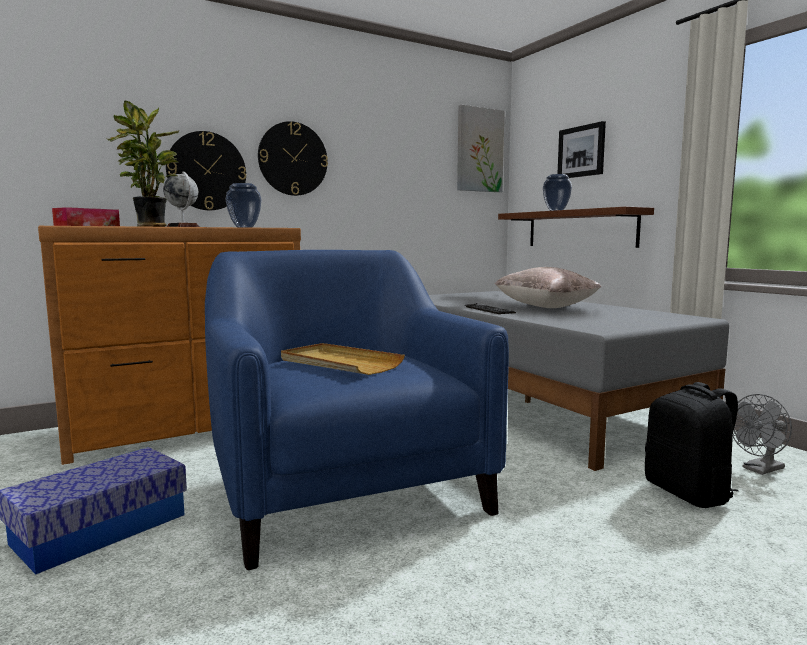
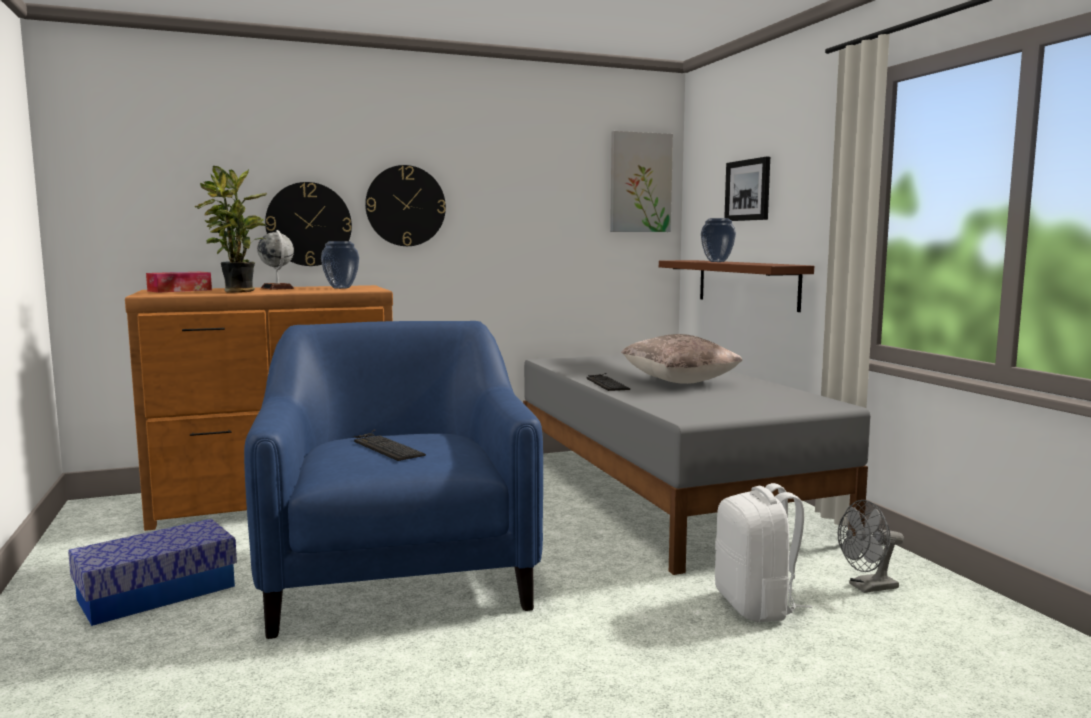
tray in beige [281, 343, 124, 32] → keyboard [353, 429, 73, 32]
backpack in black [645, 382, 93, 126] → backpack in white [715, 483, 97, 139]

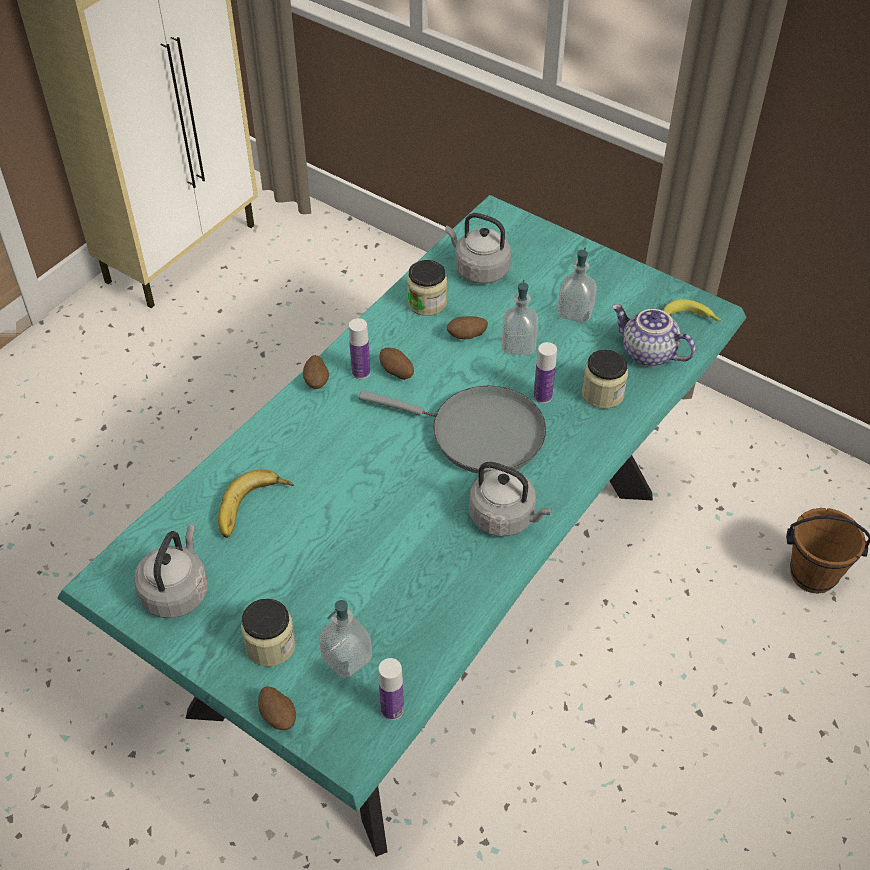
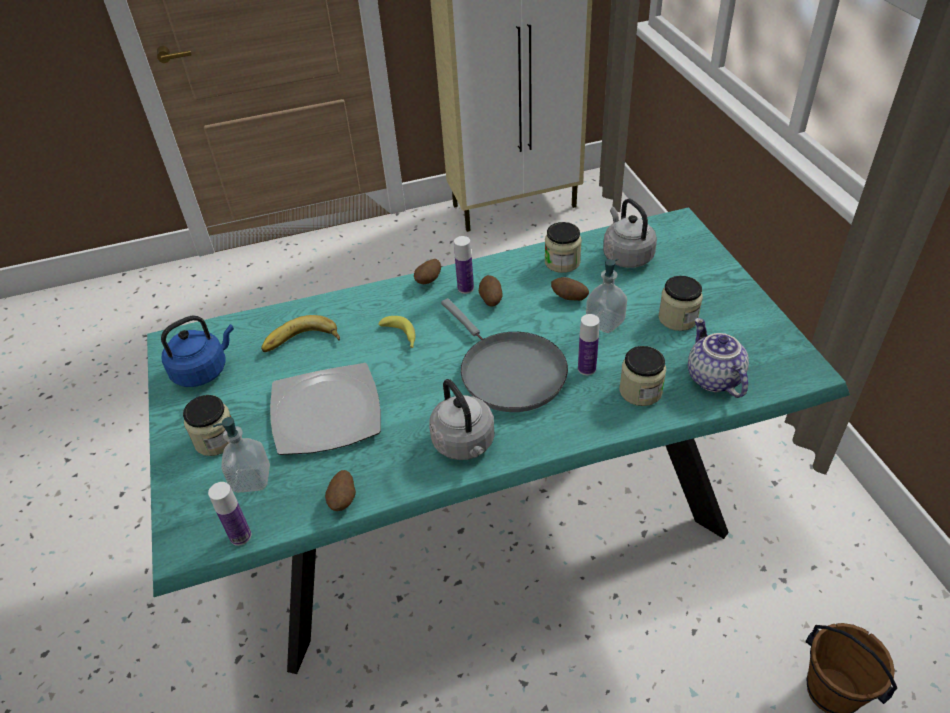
soap dispenser [557, 248, 40, 75] → jar [659, 276, 44, 55]
banana [663, 299, 58, 23] → banana [378, 316, 38, 32], relocated
kettle in grey [134, 524, 74, 94] → kettle in blue [161, 315, 73, 72]
potato [258, 687, 38, 43] → potato [325, 470, 31, 41], relocated
- → plate [270, 363, 111, 92]

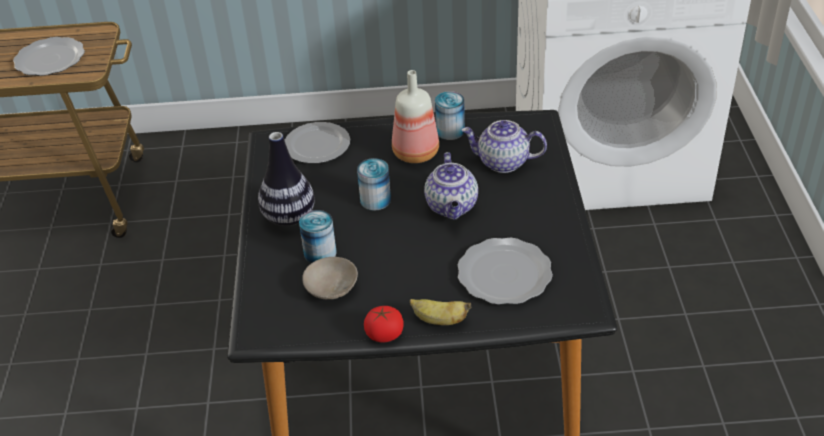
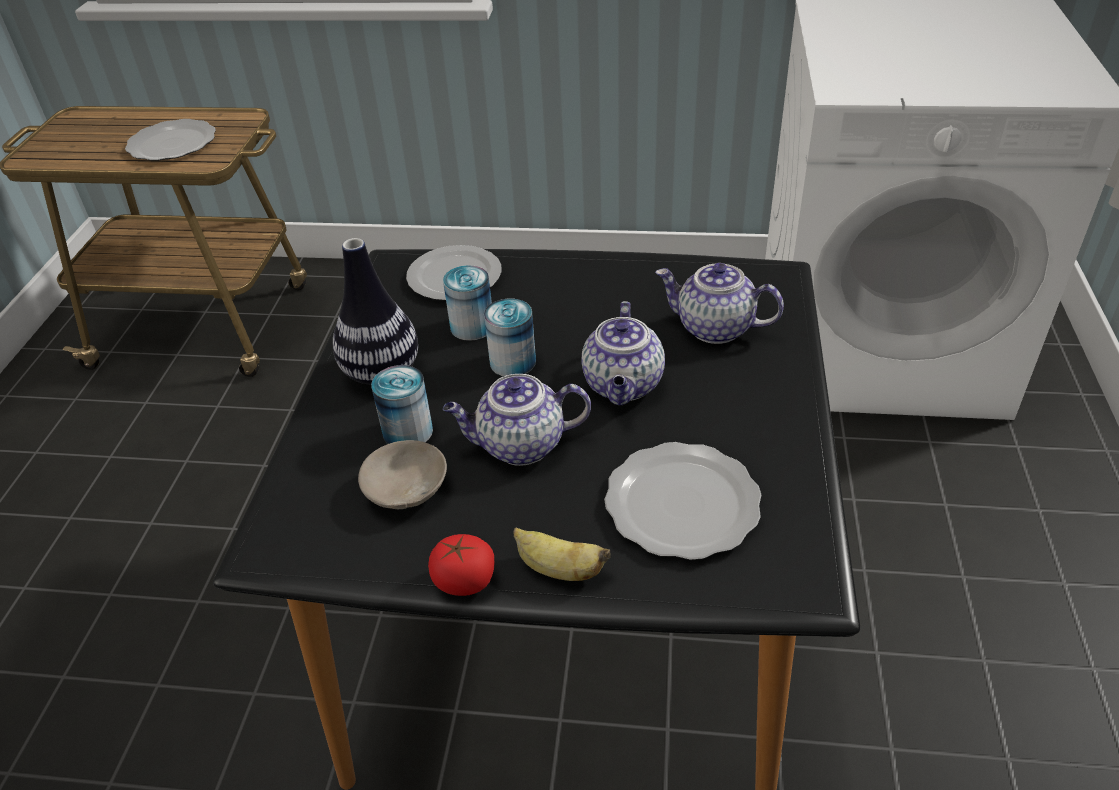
bottle [392, 70, 47, 93] → -
can [435, 91, 30, 49] → can [443, 265, 49, 76], relocated
- → teapot [443, 374, 148, 92]

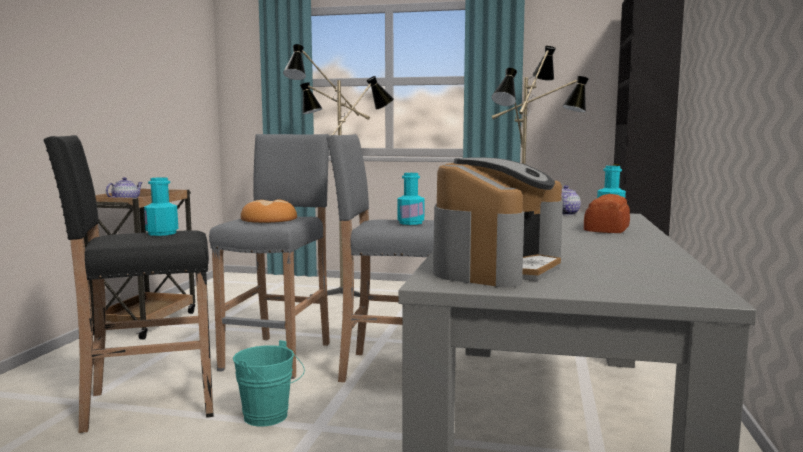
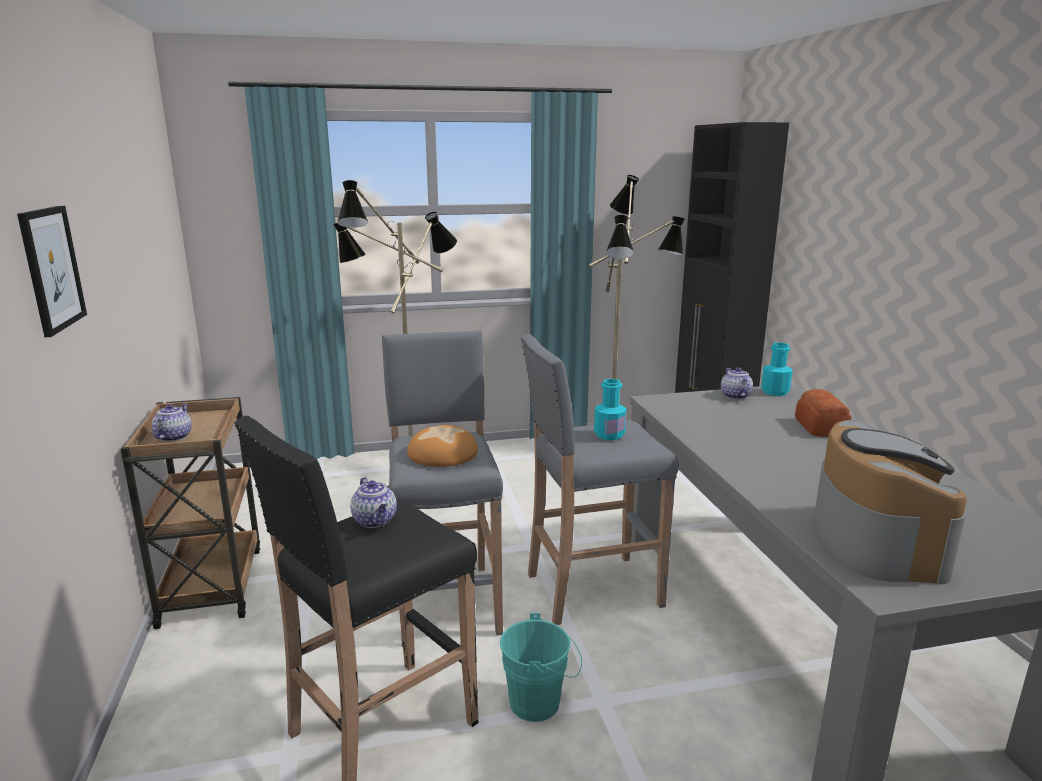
bottle in turquoise [144, 177, 34, 59] → teapot [350, 477, 47, 51]
- → picture [17, 206, 70, 131]

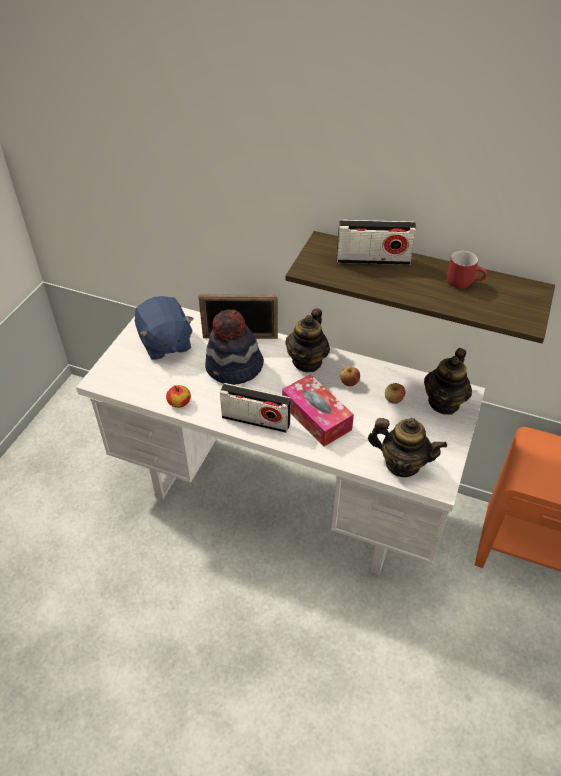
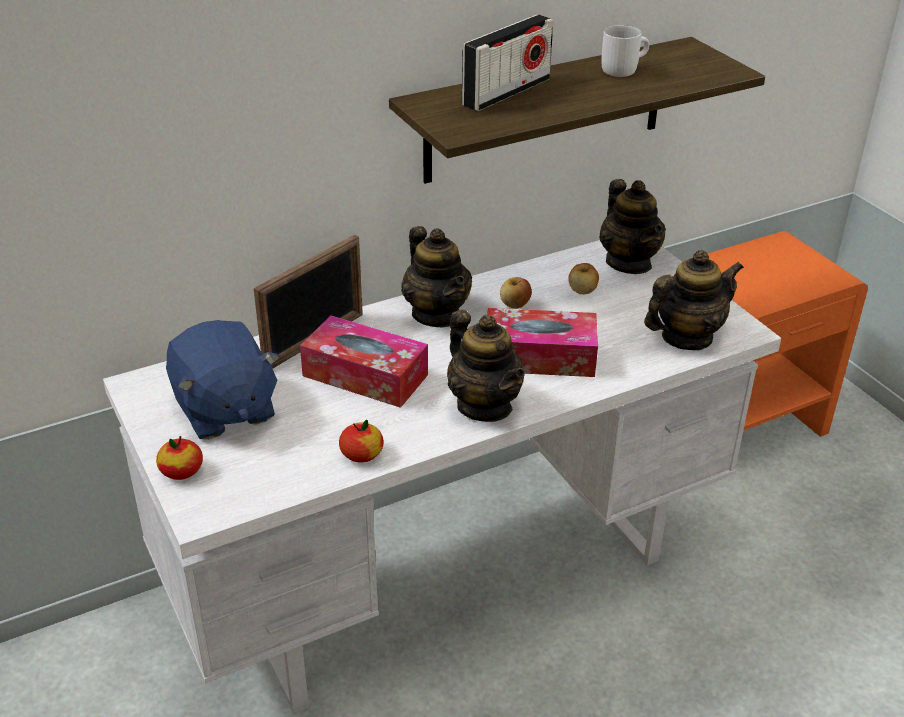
mug in red [447, 251, 40, 38] → mug in white [601, 25, 48, 52]
plush toy in blue [135, 296, 59, 64] → plush toy in blue [166, 320, 114, 119], 45 degrees clockwise
hat [205, 309, 59, 76] → tissue box [300, 315, 128, 93]
radio [220, 383, 71, 50] → teapot [447, 310, 78, 112]
- → apple [156, 436, 47, 44]

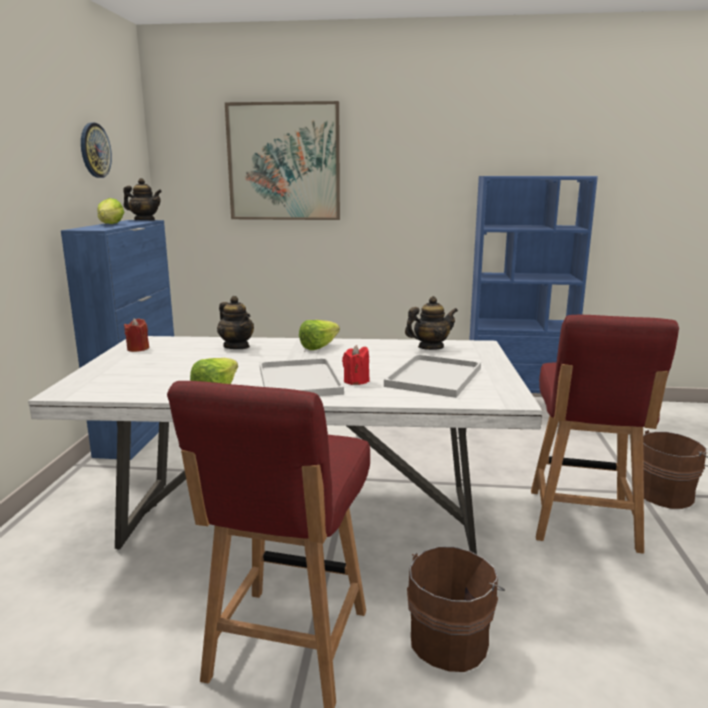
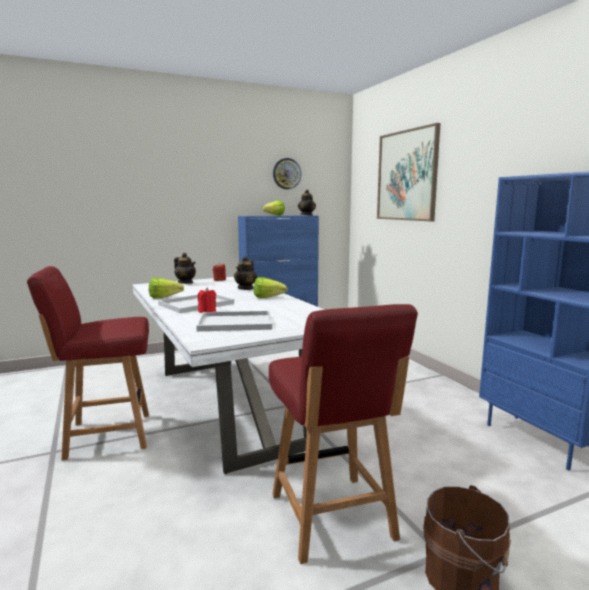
teapot [405, 296, 53, 54] → teapot [174, 253, 22, 31], relocated
chair in red [531, 315, 148, 239] → chair in red [269, 304, 149, 260], 90 degrees counterclockwise
bucket in brown [407, 546, 98, 126] → -

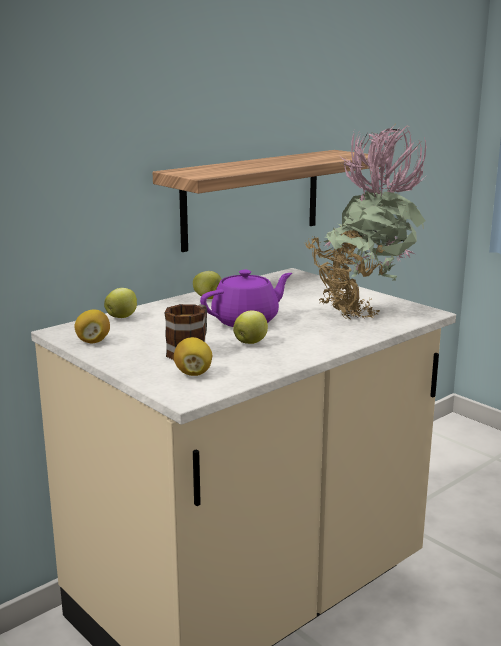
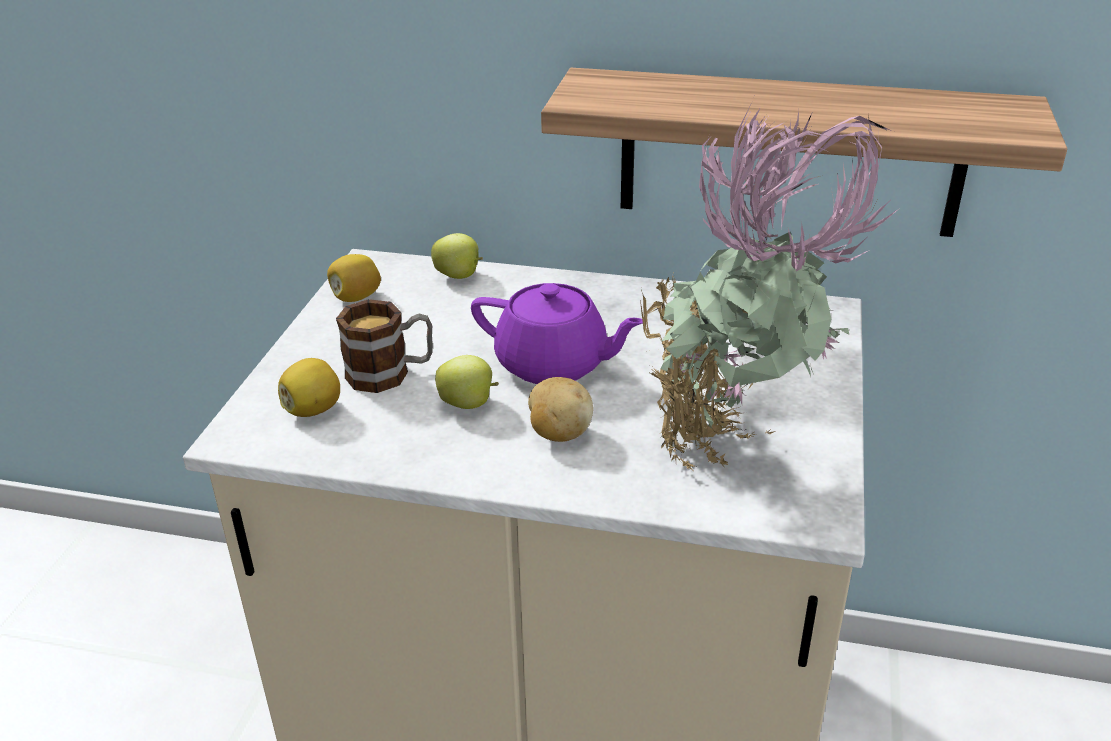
apple [193, 271, 29, 28] → -
- → potato [528, 377, 65, 65]

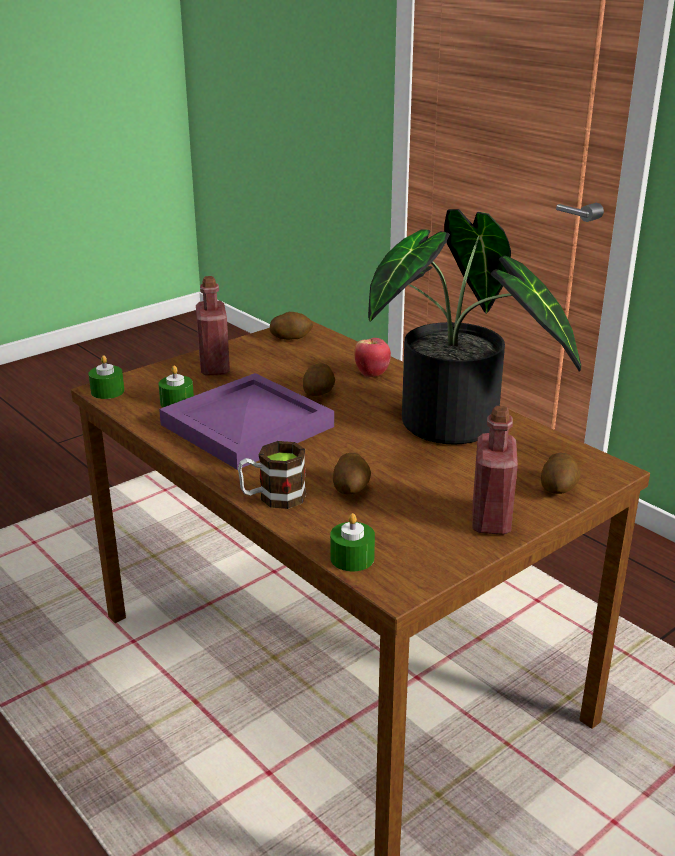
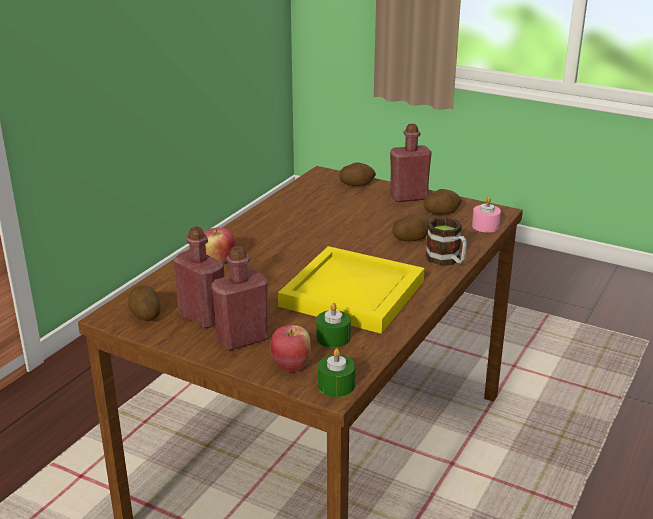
potted plant [368, 209, 213, 235] → -
potato [303, 363, 32, 33] → potato [423, 189, 39, 25], relocated
tray in purple [159, 373, 175, 97] → tray in yellow [278, 246, 147, 88]
candle in green [330, 513, 45, 58] → candle in pink [472, 197, 29, 36]
- → bottle in red [174, 226, 50, 102]
- → apple [270, 325, 41, 47]

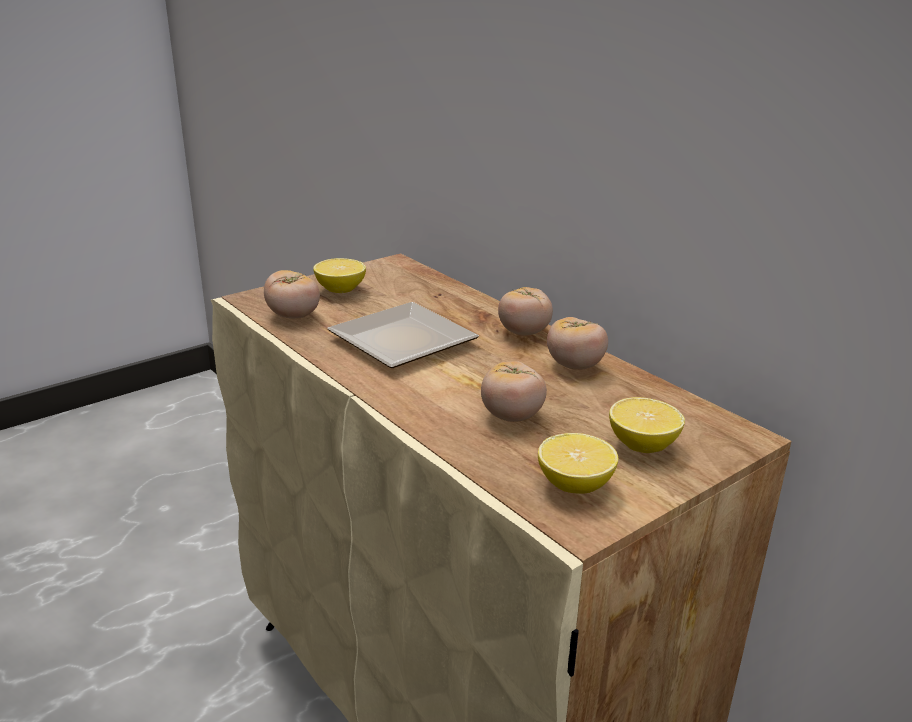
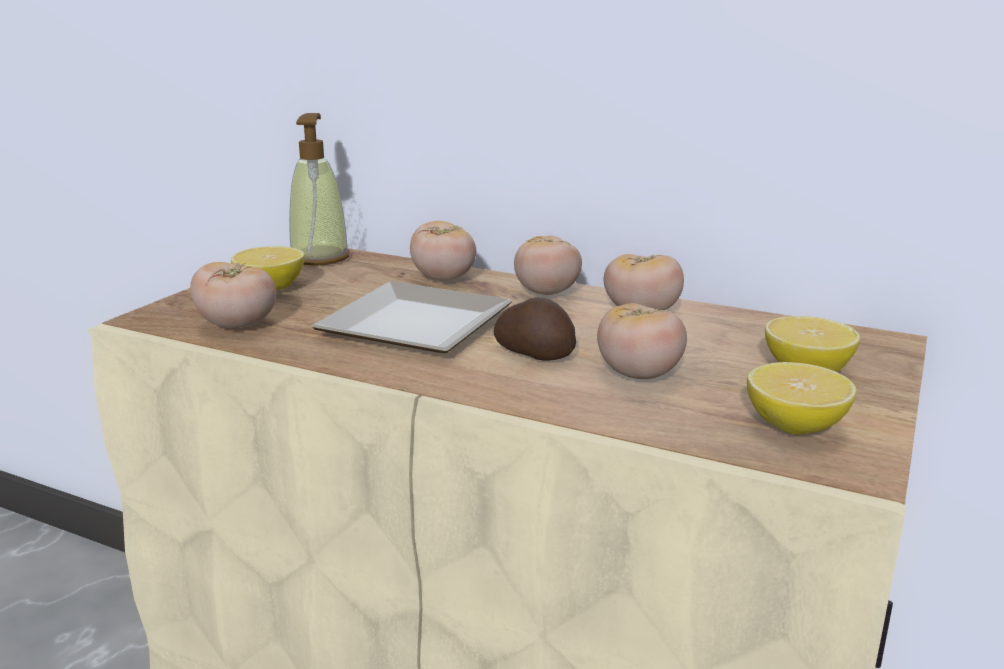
- → soap dispenser [289, 113, 61, 153]
- → tomato [410, 221, 66, 59]
- → potato [494, 297, 82, 64]

